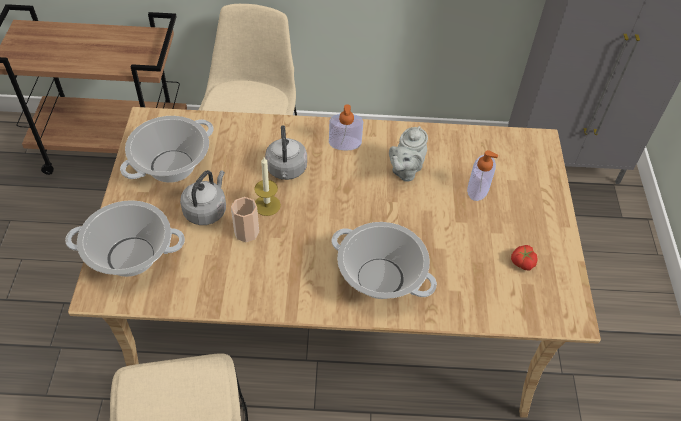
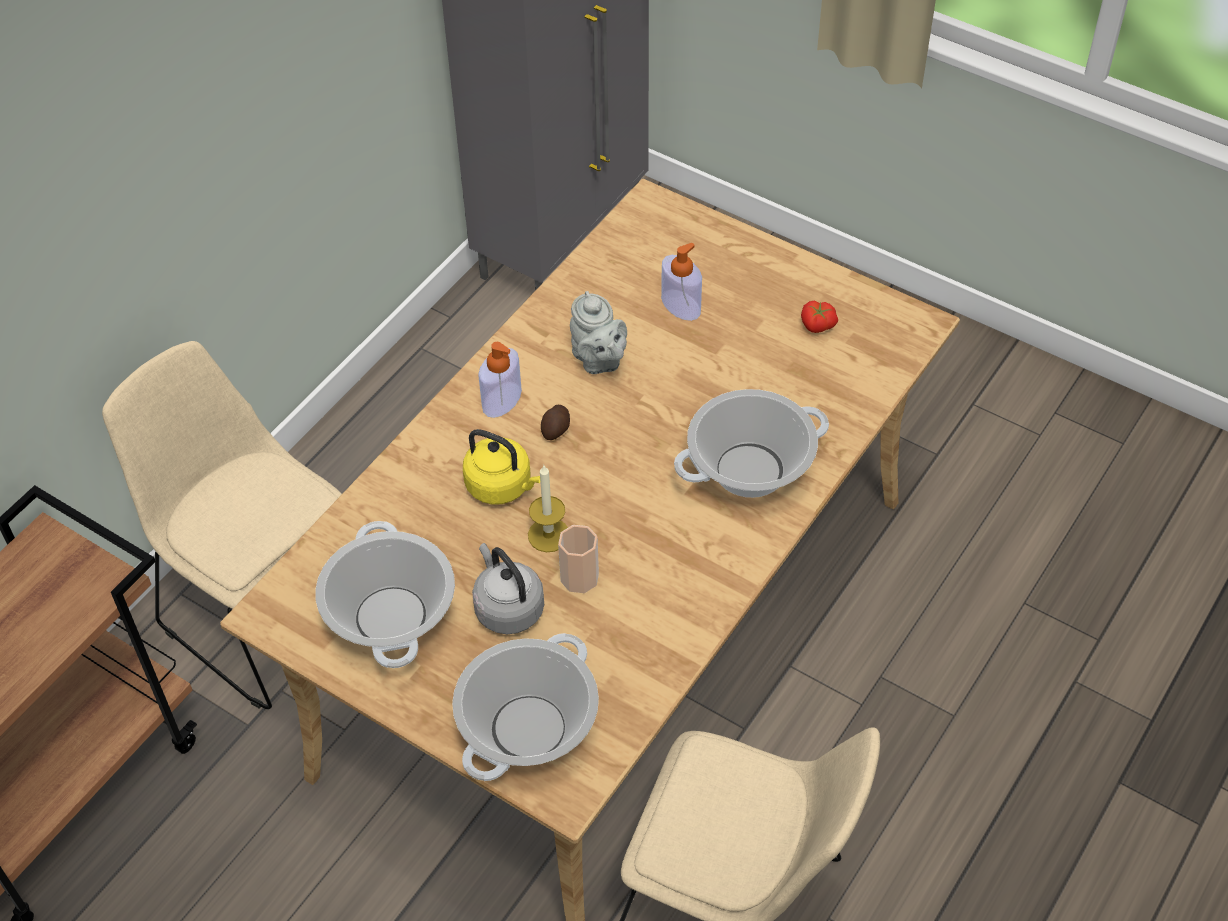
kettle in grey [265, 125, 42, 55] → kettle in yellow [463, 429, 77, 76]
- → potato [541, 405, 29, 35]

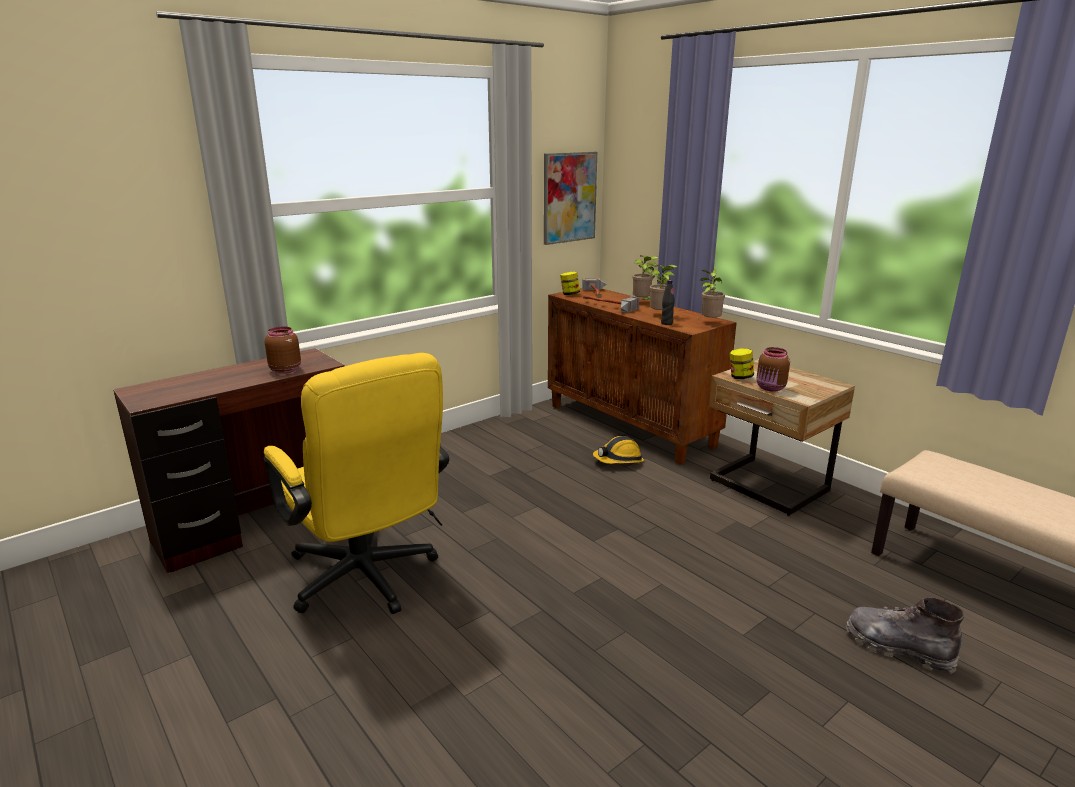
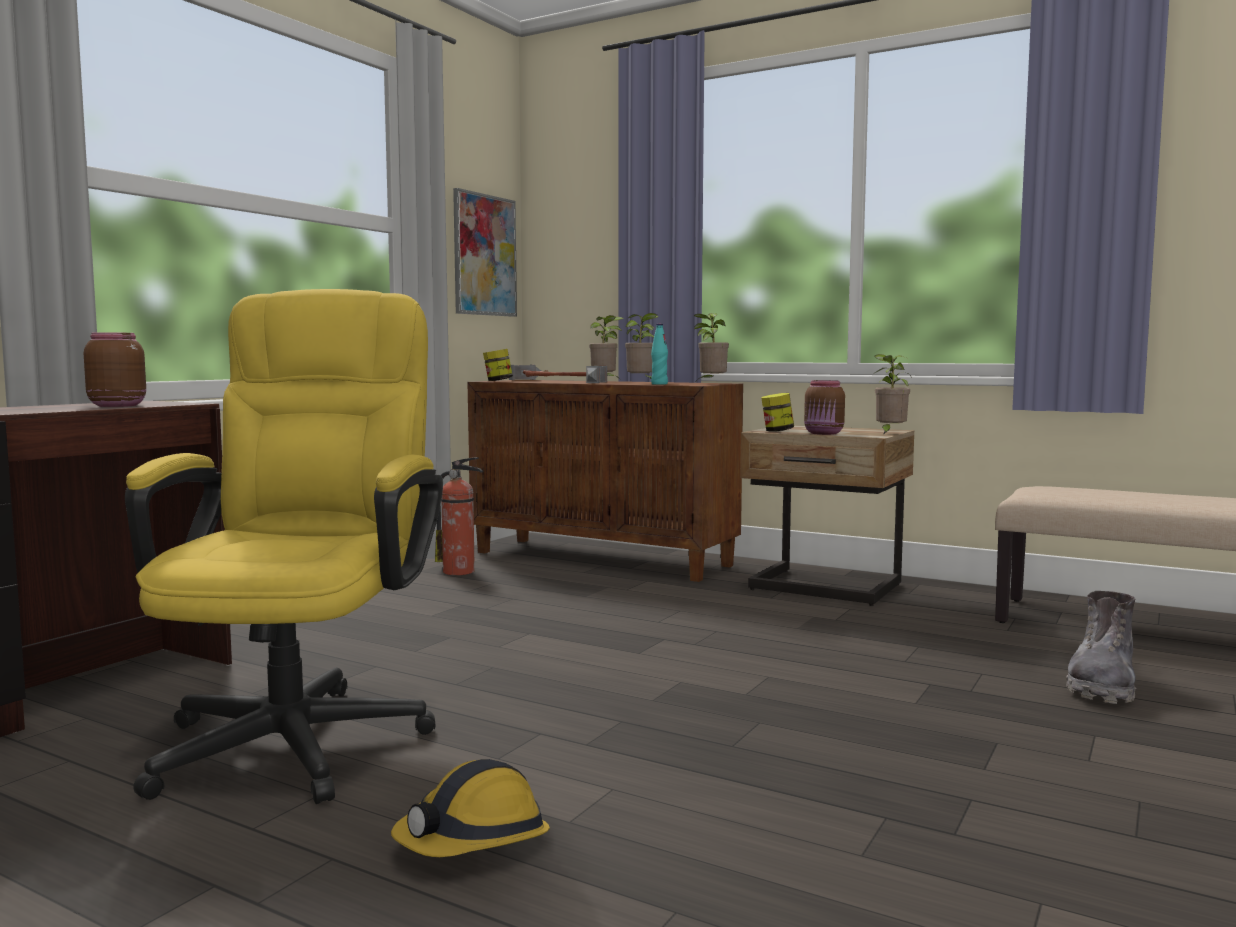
bottle in black [661, 280, 14, 45] → bottle in turquoise [651, 324, 17, 61]
office chair in yellow [264, 353, 185, 261] → office chair in yellow [125, 289, 318, 515], 120 degrees counterclockwise
hard hat [593, 436, 51, 28] → hard hat [391, 759, 159, 98], relocated
boot in grey [846, 597, 118, 77] → boot in grey [1066, 591, 70, 113], 75 degrees counterclockwise
- → potted plant [875, 354, 37, 81]
- → fire extinguisher [435, 457, 48, 118]

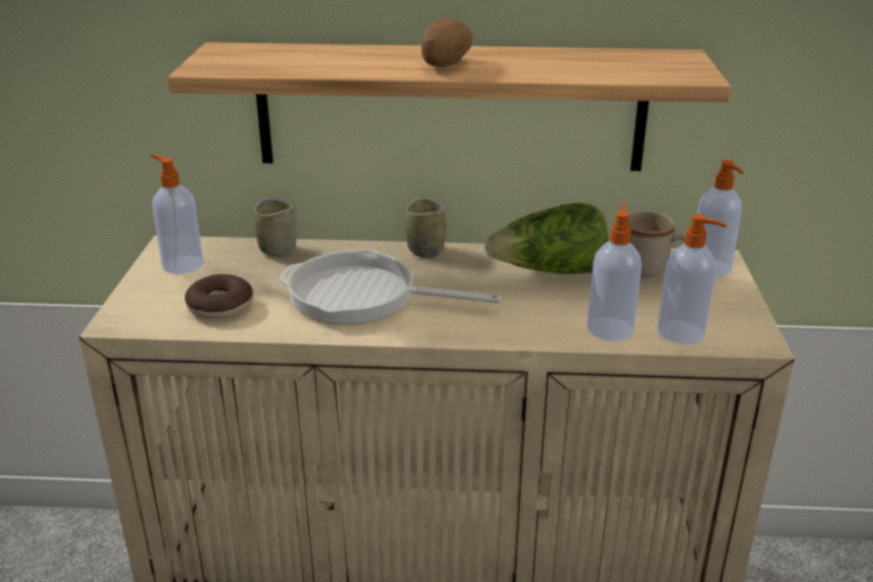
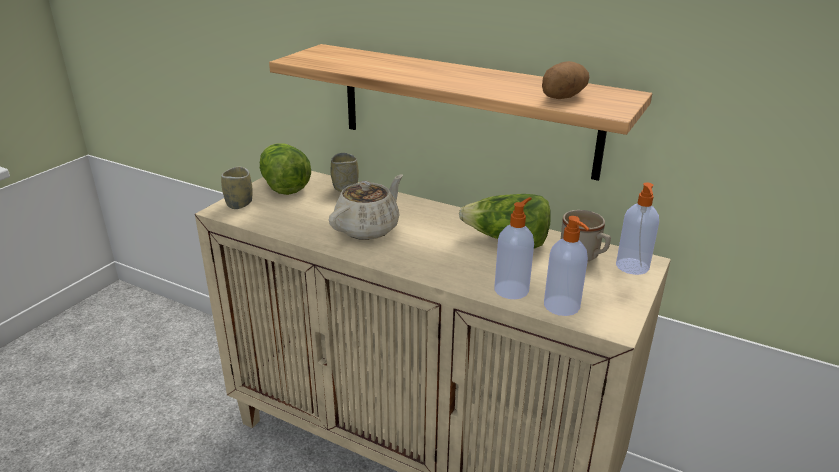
potato [422, 18, 50, 50] → potato [542, 61, 47, 38], relocated
soap dispenser [151, 154, 53, 120] → lettuce [260, 143, 51, 52]
cup [405, 198, 41, 60] → cup [221, 167, 31, 42], relocated
frying pan [279, 249, 222, 76] → teapot in beige [329, 174, 74, 66]
donut [185, 274, 68, 45] → -

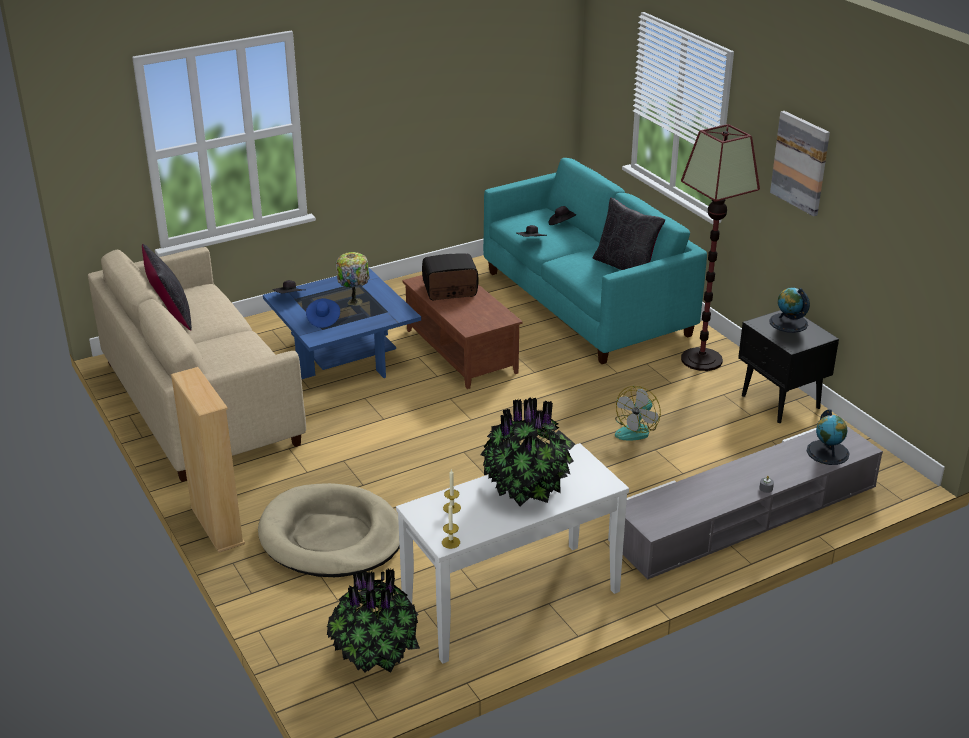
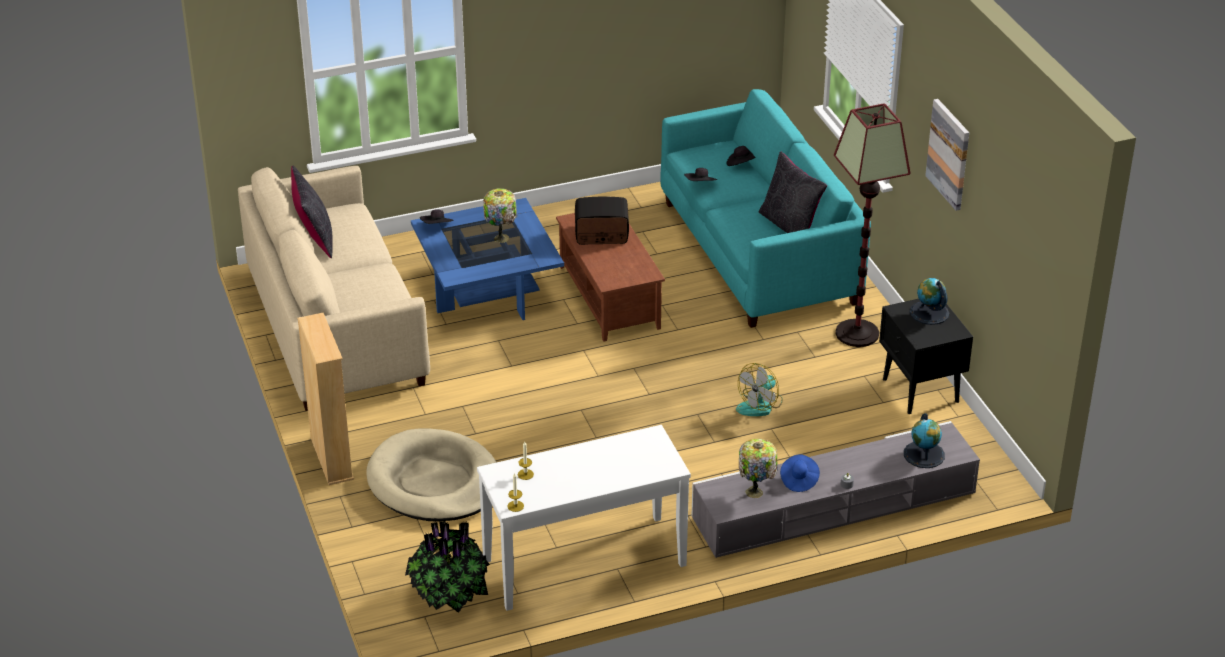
hat in blue [306, 298, 34, 30] → hat in blue [780, 454, 40, 38], relocated
potted plant [480, 397, 95, 109] → -
- → table lamp [739, 439, 39, 59]

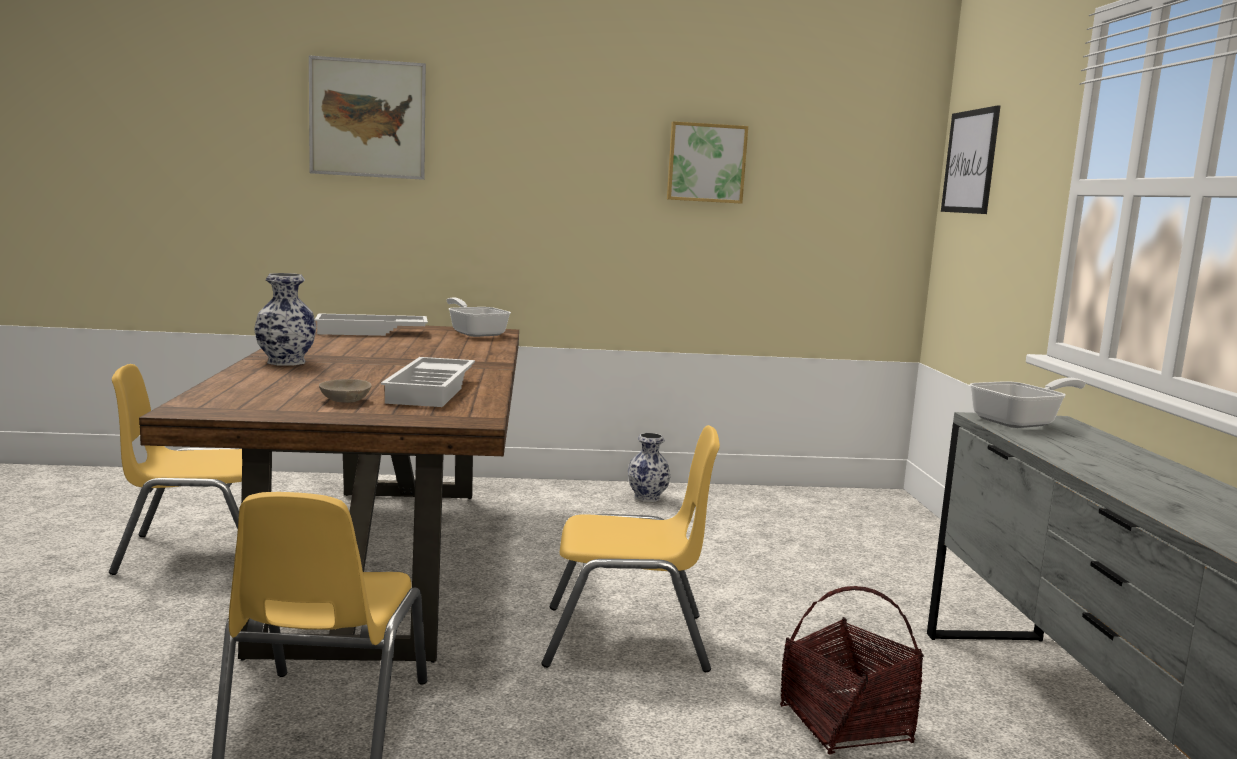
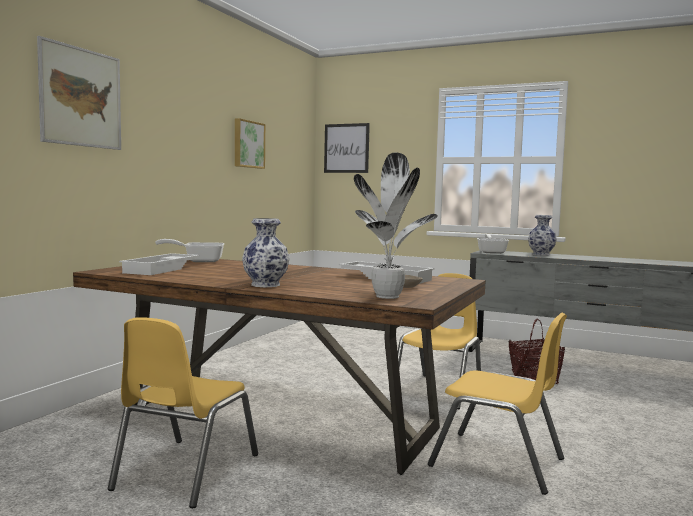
vase [628, 433, 43, 69] → vase [528, 215, 29, 41], relocated
- → potted plant [354, 153, 84, 146]

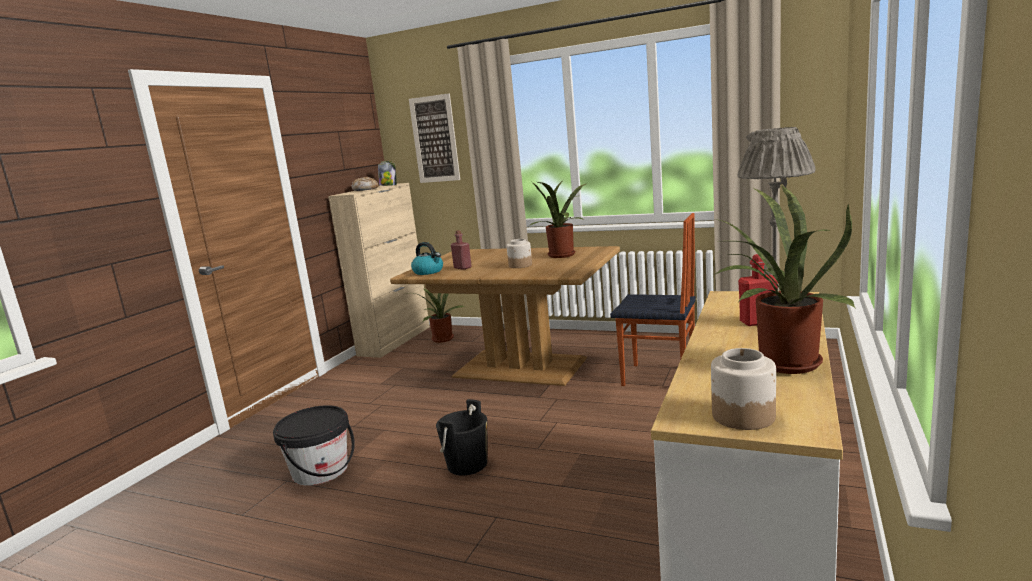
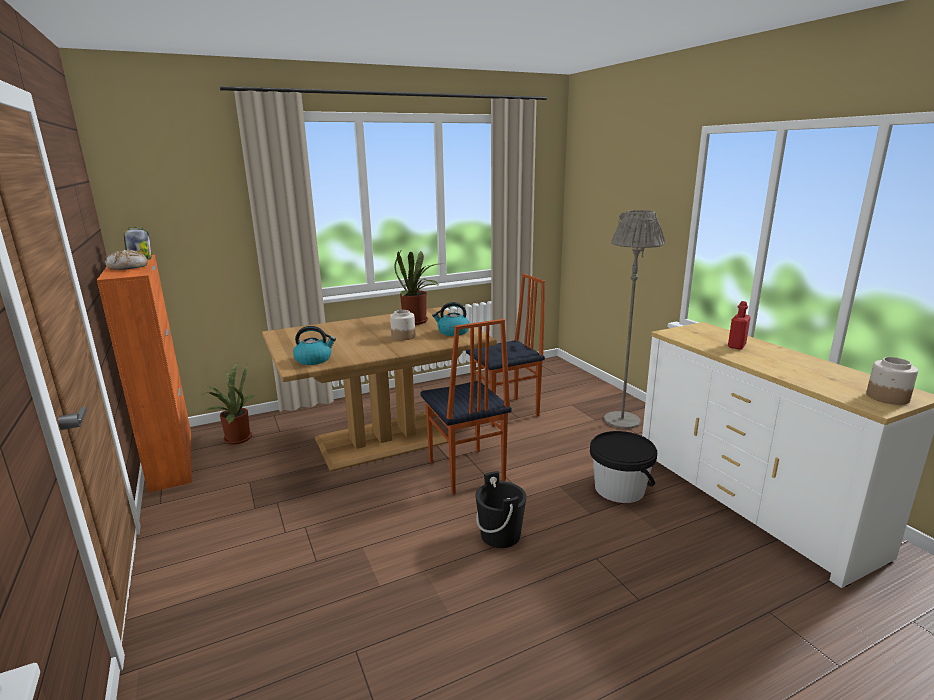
picture [409, 93, 51, 90] → -
cabinet in beige [328, 183, 102, 175] → cabinet in orange [97, 255, 95, 238]
potted plant [715, 185, 141, 189] → -
bottle in red [451, 230, 21, 40] → -
bucket in black [273, 405, 82, 81] → bucket in black [590, 431, 67, 72], relocated
- → kettle [432, 302, 38, 34]
- → chair [421, 319, 91, 175]

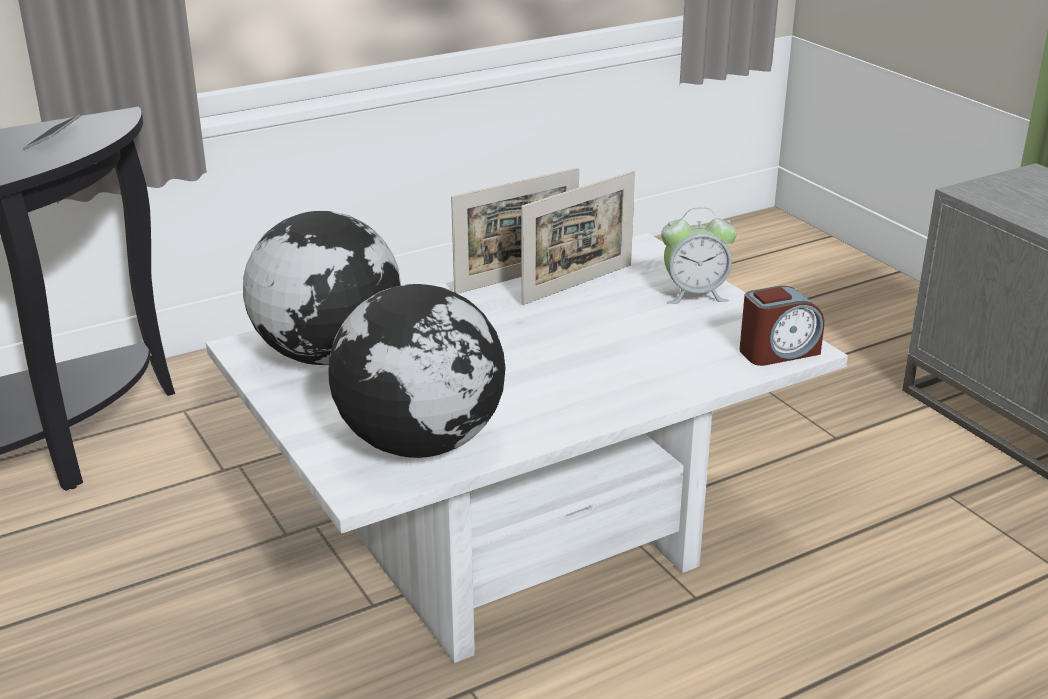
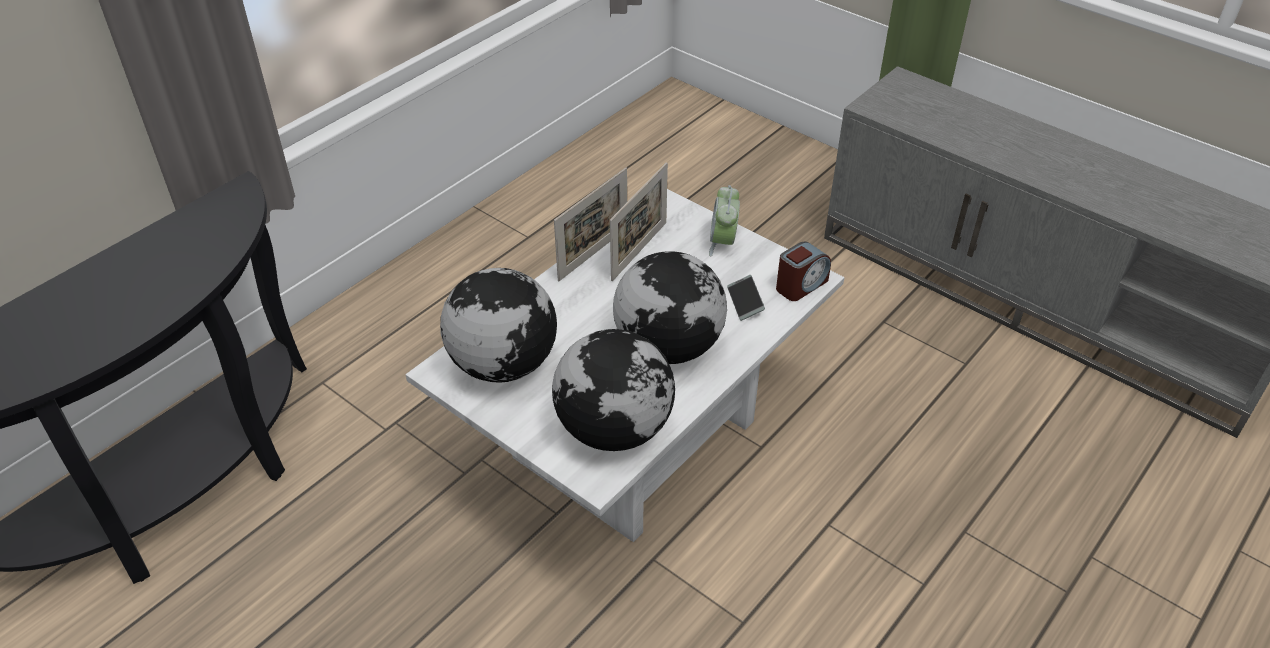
phone [23, 114, 58, 36] → phone [727, 275, 38, 46], relocated
alarm clock [661, 207, 76, 97] → alarm clock [709, 185, 31, 71], 120 degrees clockwise
- → globe [613, 251, 114, 113]

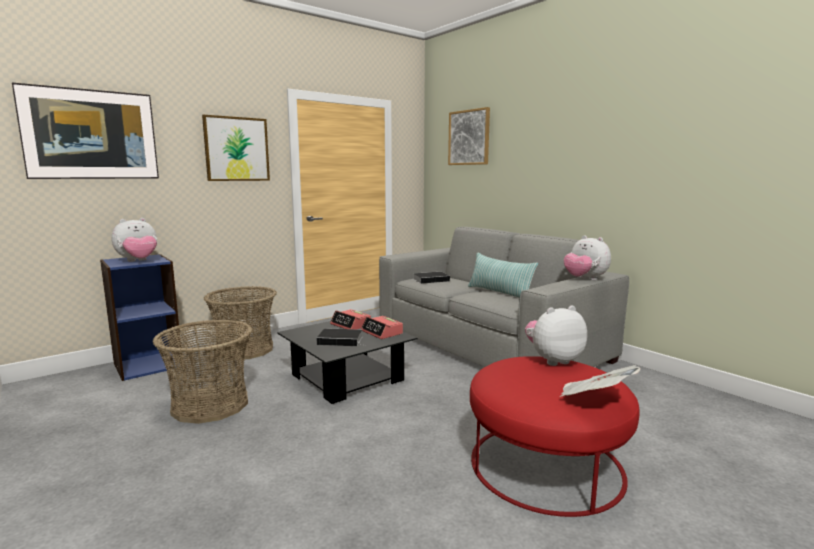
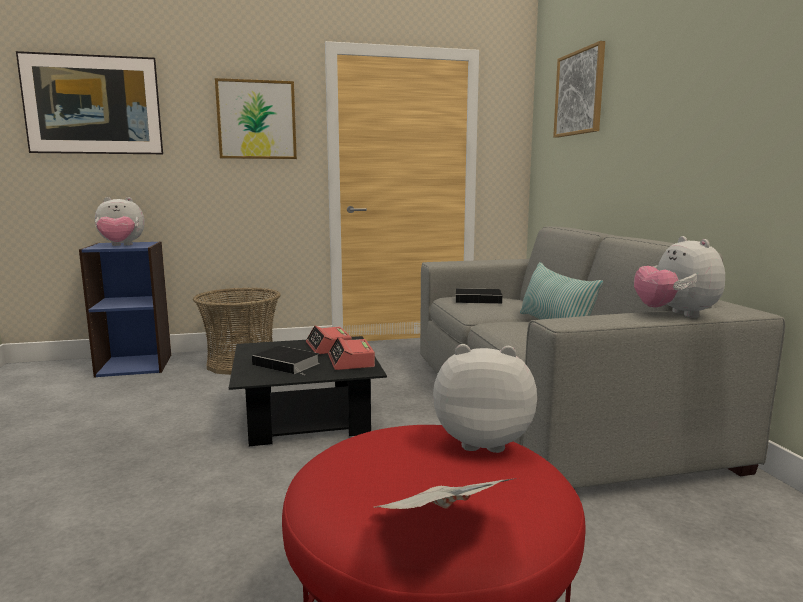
basket [153, 320, 99, 104] → -

